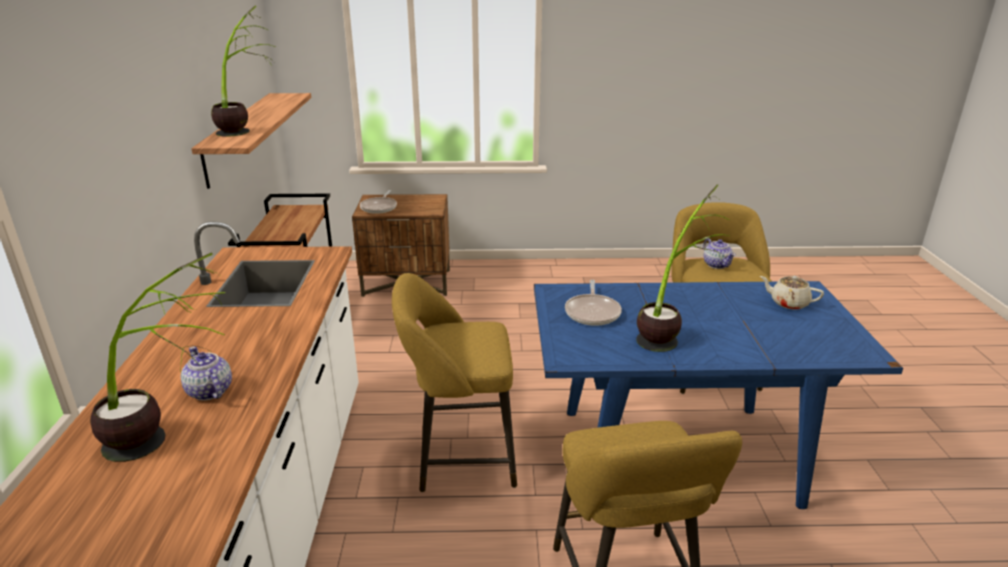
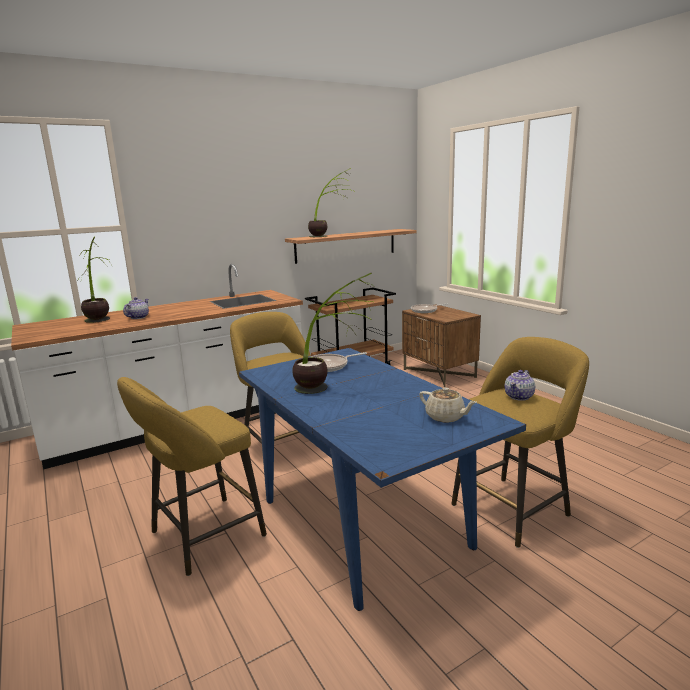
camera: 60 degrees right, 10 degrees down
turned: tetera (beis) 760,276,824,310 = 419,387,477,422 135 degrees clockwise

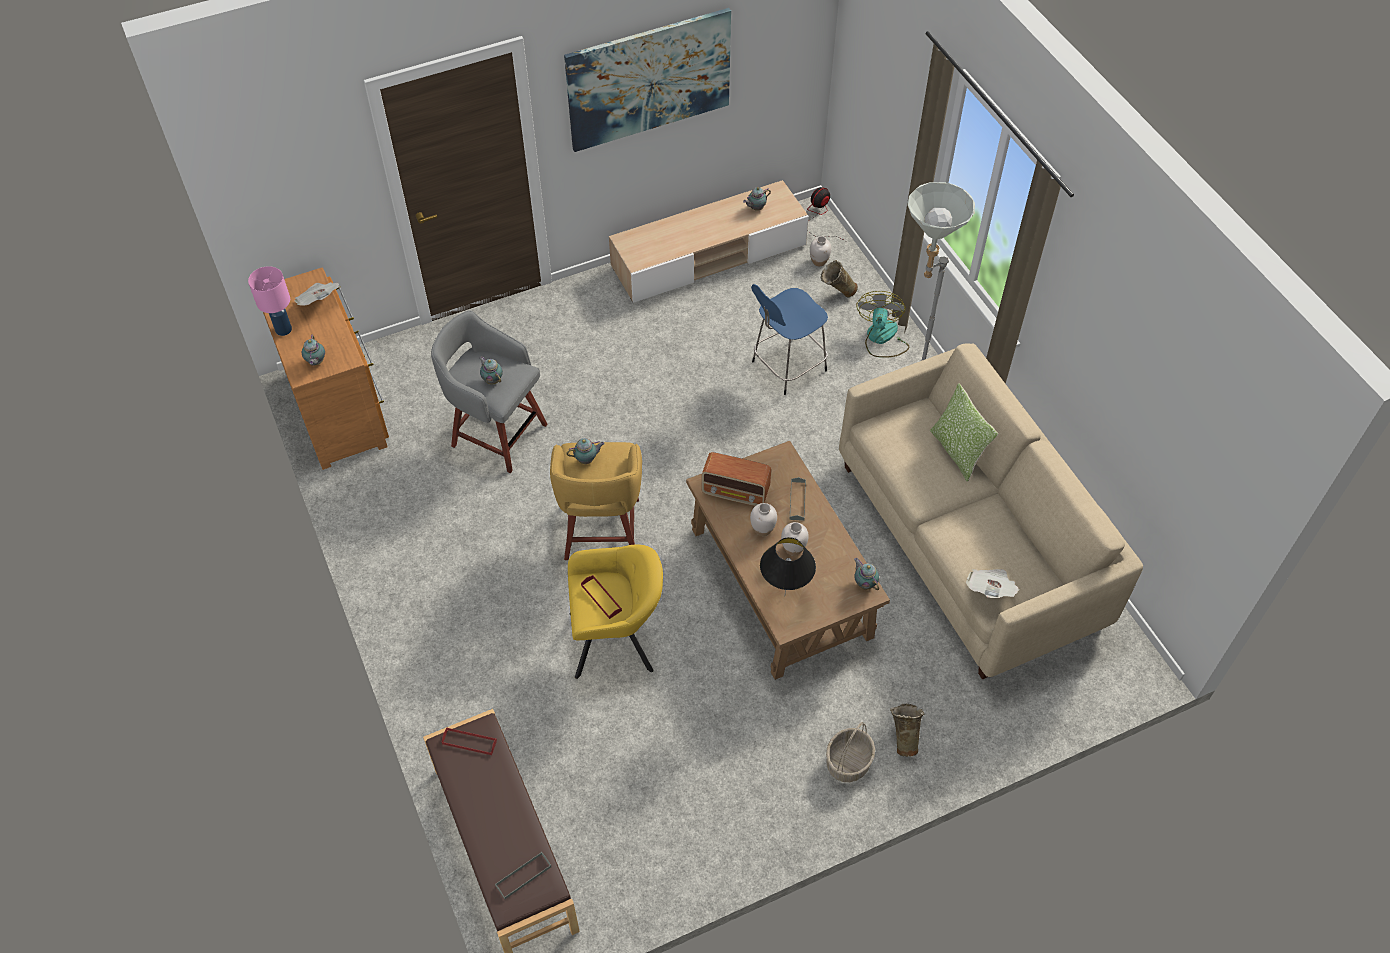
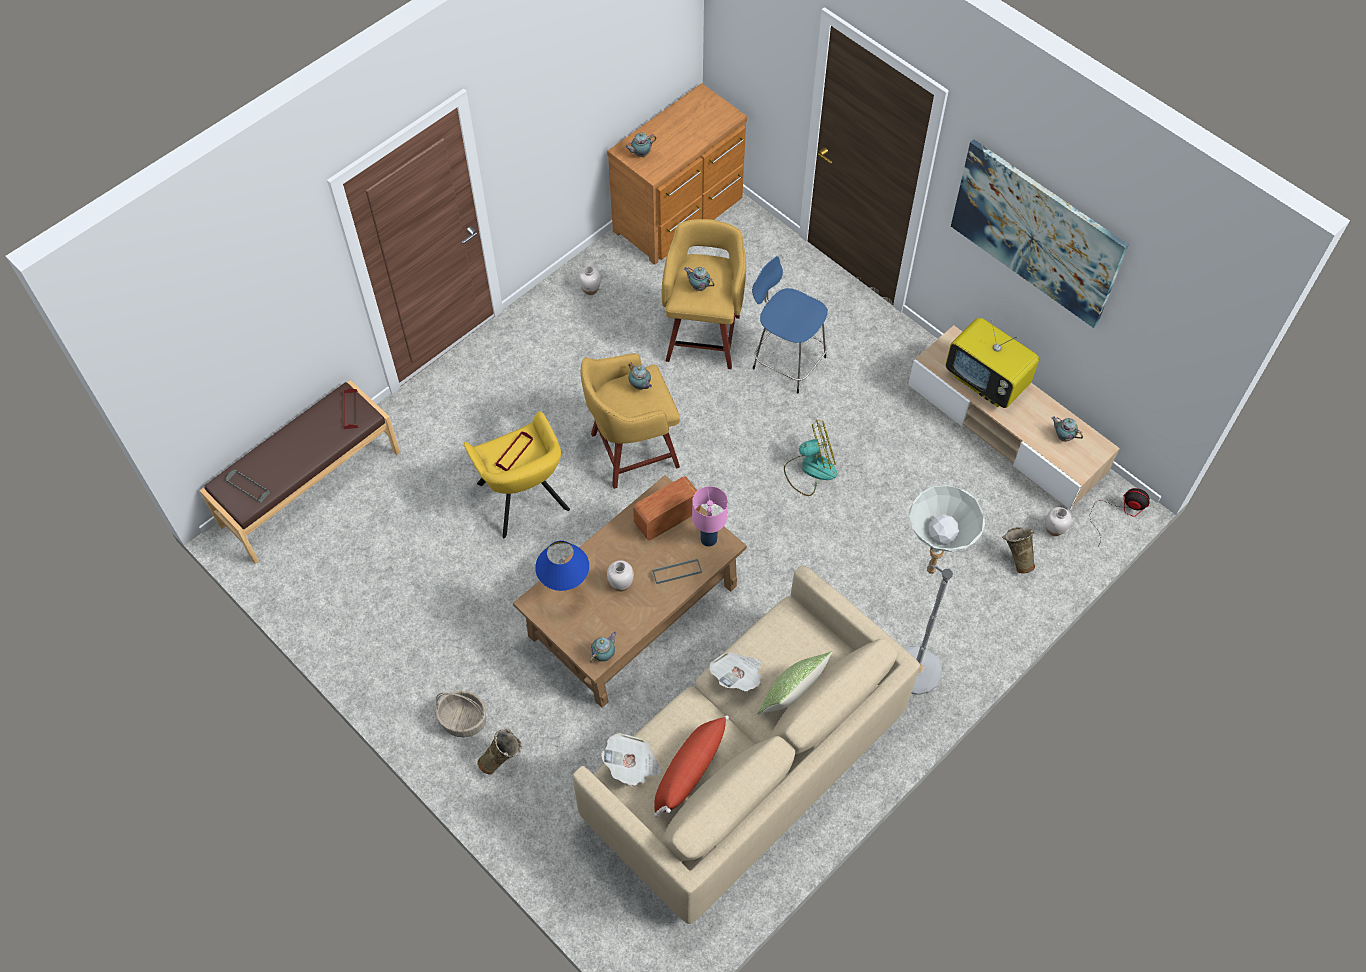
camera: 70 degrees right, 5 degrees up
added: cojín (rojo) 654,716,729,818; televisor 945,318,1039,408
moved: lámpara de mesa (rosa) 248,266,292,336 to 692,486,728,547; periódico 294,282,339,306 to 710,651,762,691; florero (blanco) 750,503,777,536 to 578,266,601,295; taburete (azul) 751,284,828,395 to 752,256,828,394; ventilador 856,291,909,358 to 784,419,837,496
recoloured: taburete (gris) 431,310,548,473 to taburete (amarillo) 662,219,746,369; lámpara de mesa (negro) 760,537,816,594 to lámpara de mesa (azul) 535,541,589,591
turned: tetera 479,356,503,384 = 684,267,715,291 90 degrees counterclockwise; radio 701,452,771,506 = 633,476,700,540 60 degrees clockwise

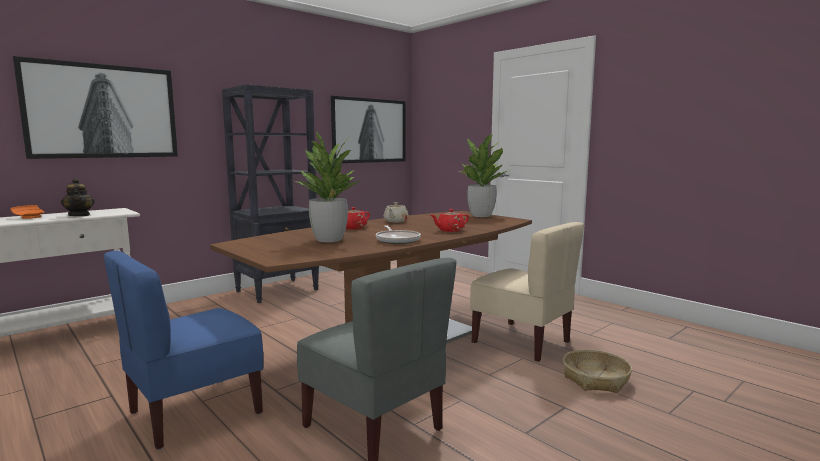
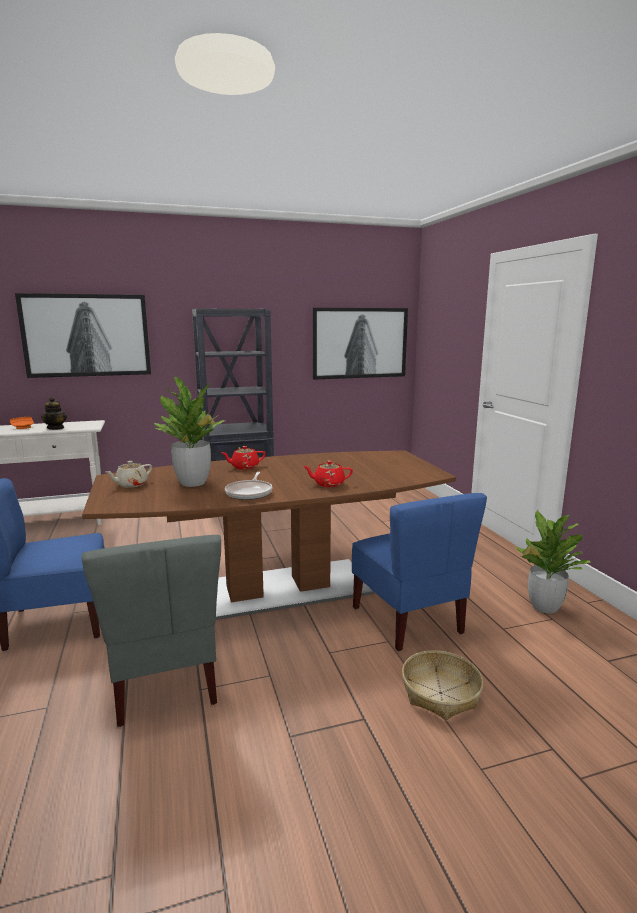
camera: 25 degrees right, 5 degrees up
moved: tetera (beis) 384,202,408,222 to 106,461,152,488; planta en maceta 459,135,510,217 to 515,510,591,614
recoloured: silla (beis) 470,222,584,362 to silla (azul) 352,493,487,651

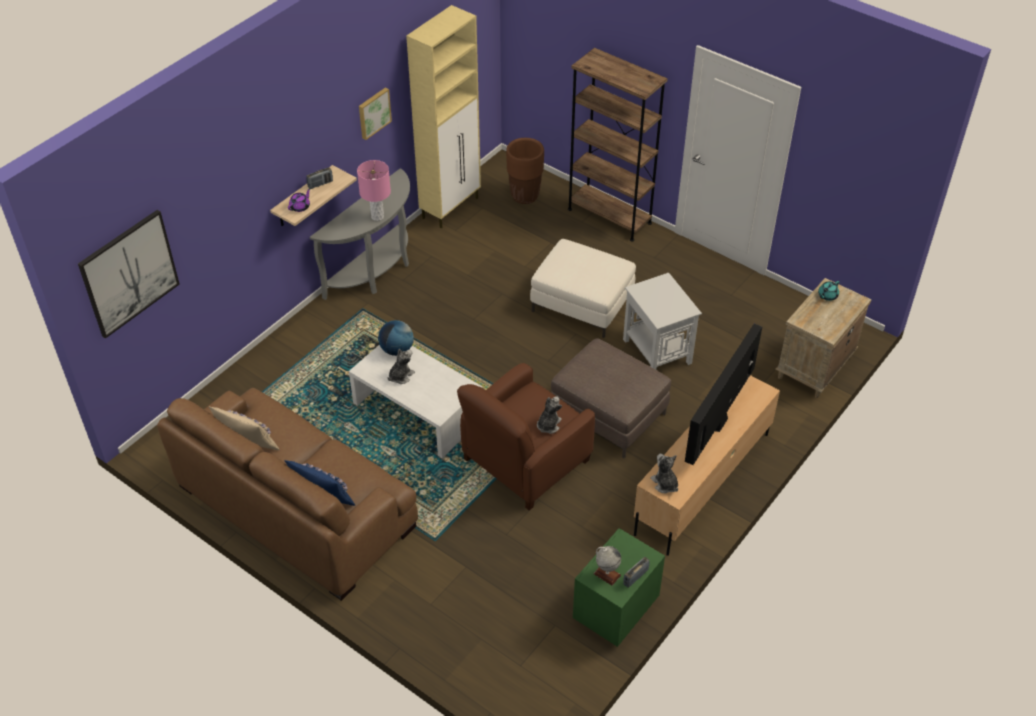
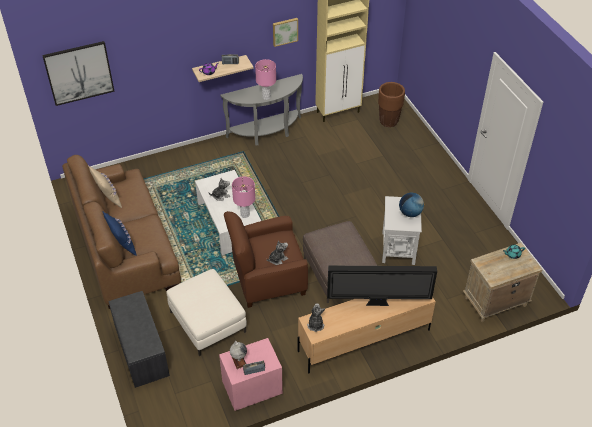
camera: 30 degrees right, 0 degrees up
removed: estantería (marrón) 568,48,668,242
added: banco (gris) 109,291,170,388; lámpara de mesa (rosa) 232,177,255,218
moved: globo terráqueo 378,320,414,356 to 399,193,425,217; puf (blanco) 530,239,636,338 to 166,269,247,356
recoloured: mesita de noche (verde) 573,528,665,647 to mesita de noche (rosa) 219,338,283,411
turned: televisor 685,324,762,465 = 327,266,437,306 150 degrees counterclockwise

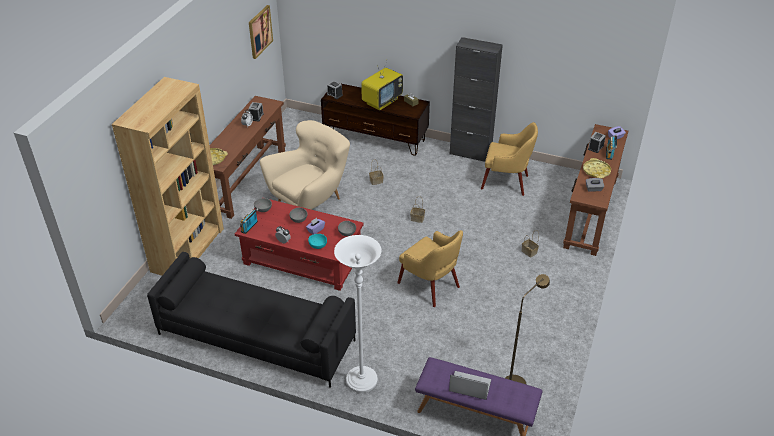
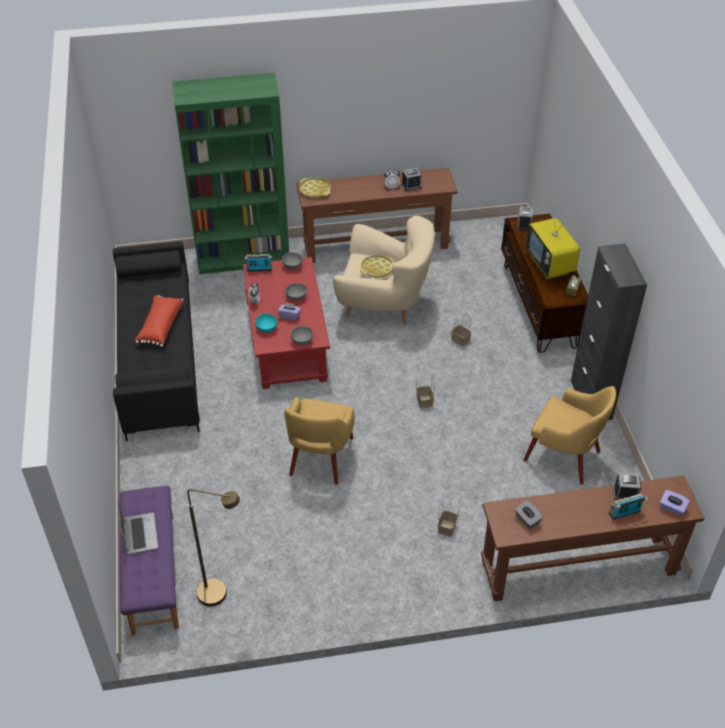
camera: 60 degrees right, 5 degrees up
removed: cuadro 249,5,273,59; lámpara de pie (blanco) 334,235,381,393
added: cojín (rojo) 134,295,184,347
moved: bandeja (amarillo) 583,158,611,178 to 360,255,394,278
recoloured: estantería (marrón) 112,77,224,275 to estantería (verde) 173,73,289,274
turned: televisor 361,59,403,110 = 526,216,580,279 60 degrees clockwise; sillón (amarillo) 481,122,538,196 = 524,386,616,485 45 degrees counterclockwise

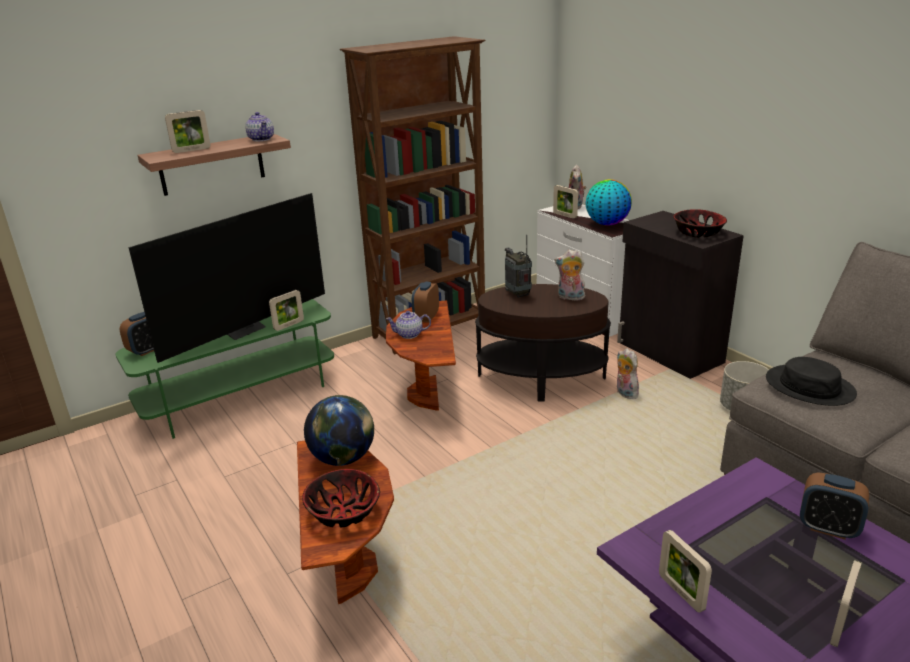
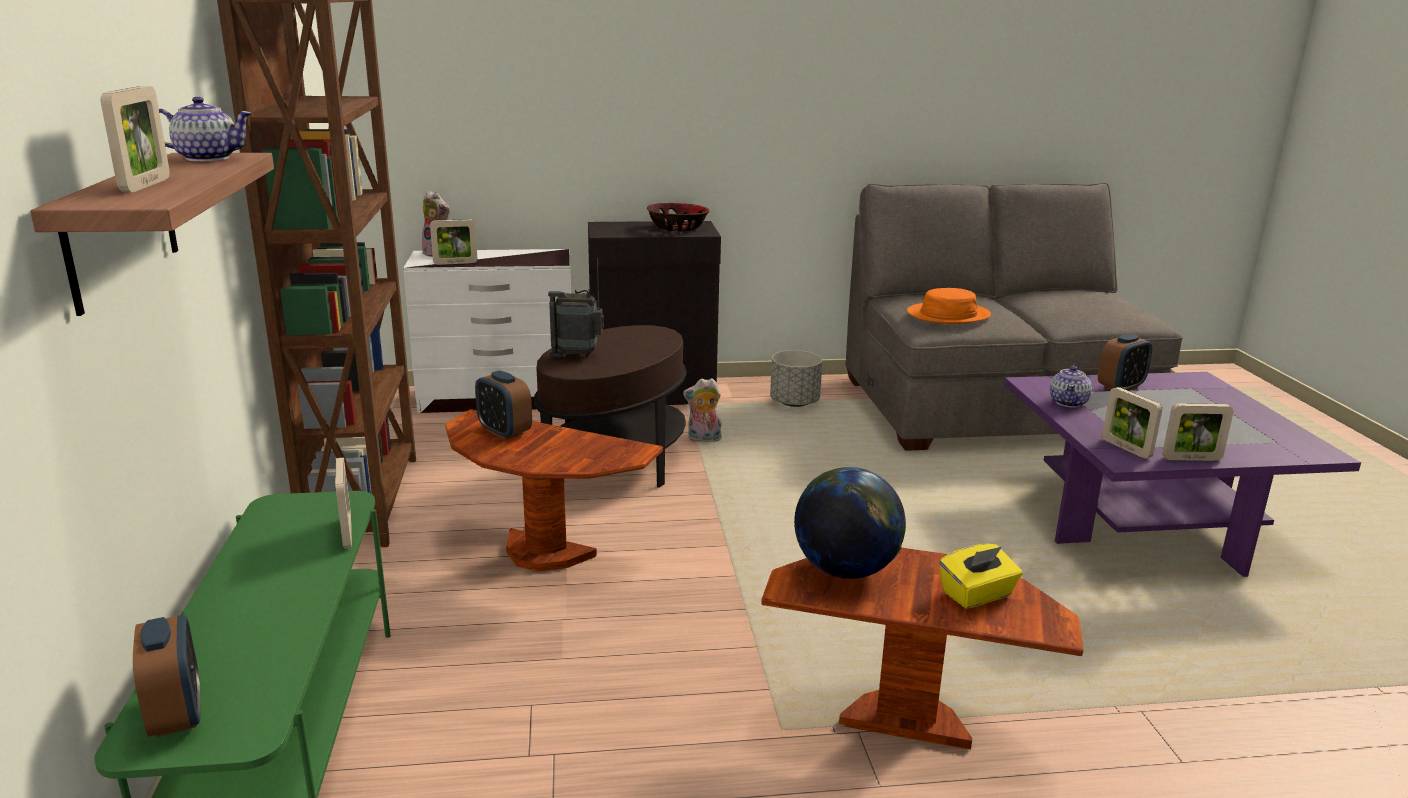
camera: 65 degrees left, 5 degrees down
removed: televisor 128,193,325,363; peluche 555,250,585,301; globo terráqueo 586,179,632,226
moved: tetera 386,311,431,339 to 1050,366,1092,408; portarretratos 830,560,862,647 to 1102,387,1162,459
replaced: cuenco 302,469,380,528 to caja de pañuelos (amarillo) 939,544,1023,609
recoloured: sombrero (negro) 766,357,857,406 to sombrero (naranja) 907,288,991,324

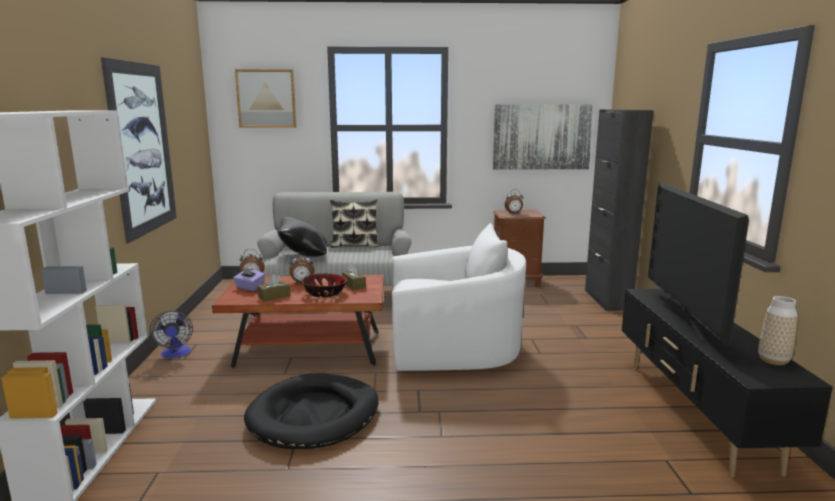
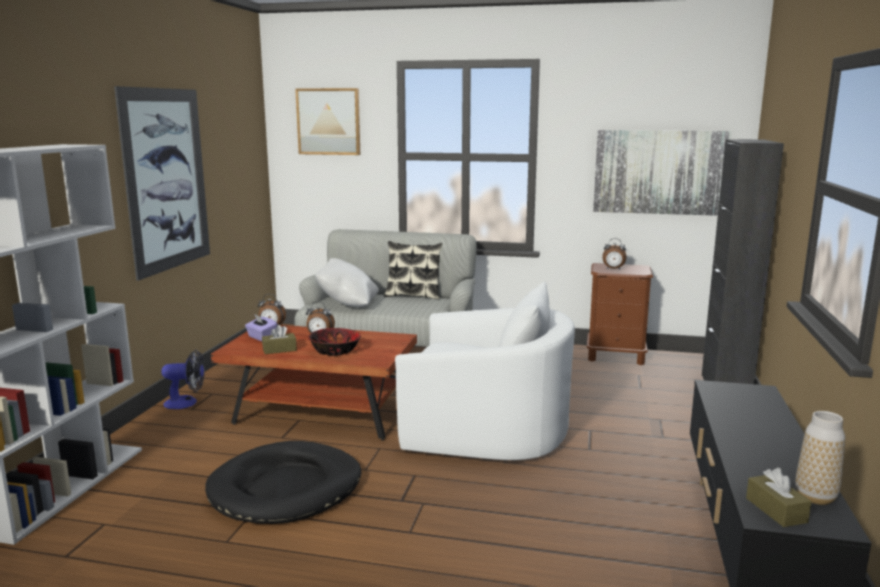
camera: 15 degrees right, 0 degrees up
removed: televisor 648,182,749,347
moved: caja de pañuelos (marrón) 342,264,366,290 to 746,468,811,527
recoloured: cojín (negro) 278,217,327,257 to cojín (blanco) 315,258,379,307
turned: ventilador 150,311,193,359 = 161,350,205,409 90 degrees counterclockwise

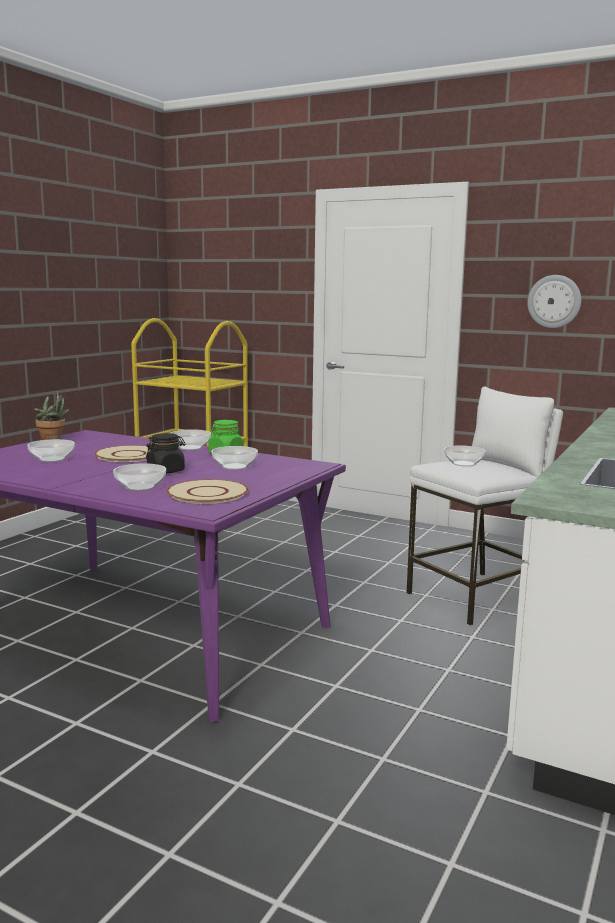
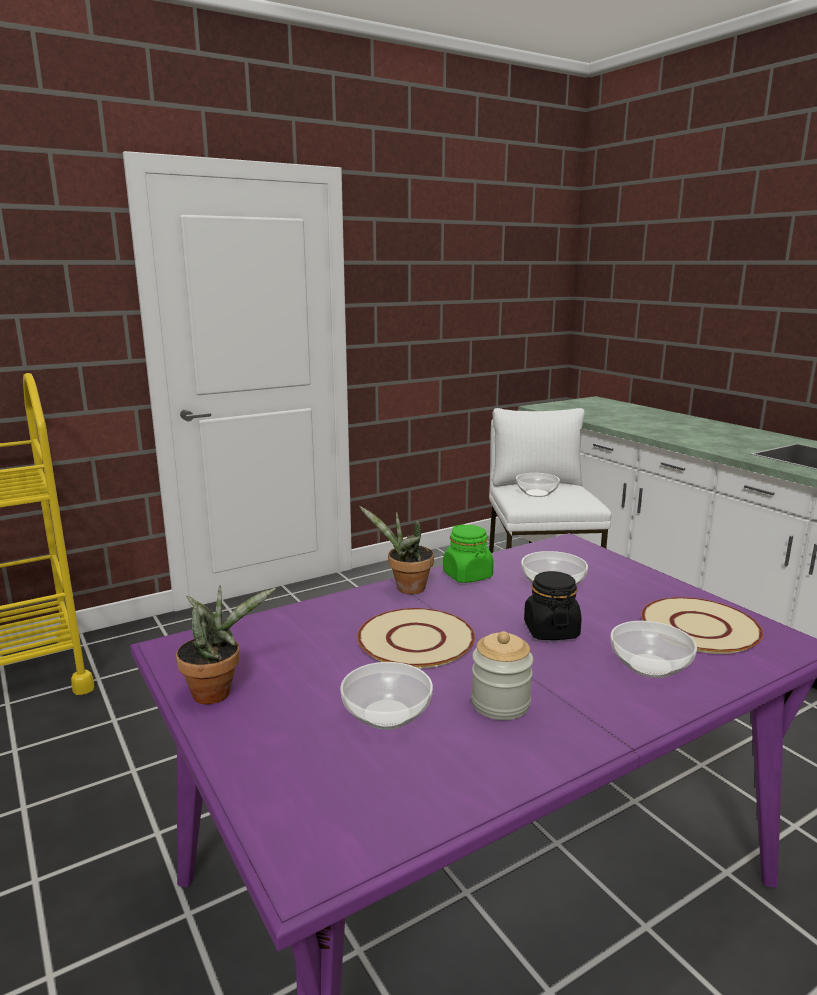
camera: 60 degrees left, 5 degrees up
removed: reloj de pared 527,275,581,328
added: tarro 471,631,533,720
replaced: cuenco 171,429,211,450 to planta en maceta 359,506,434,594

